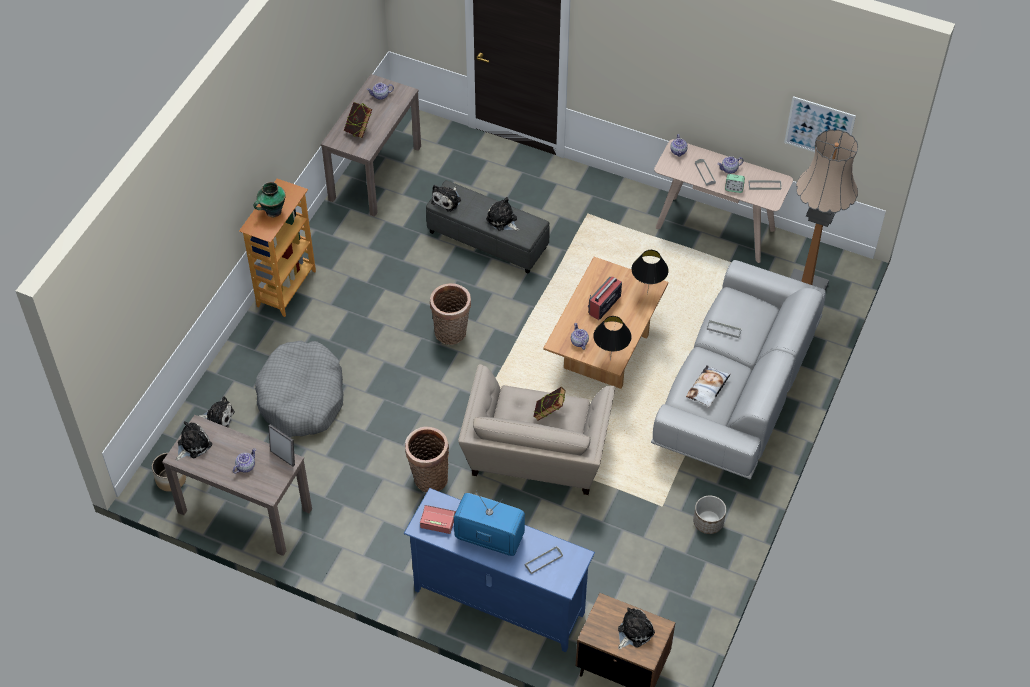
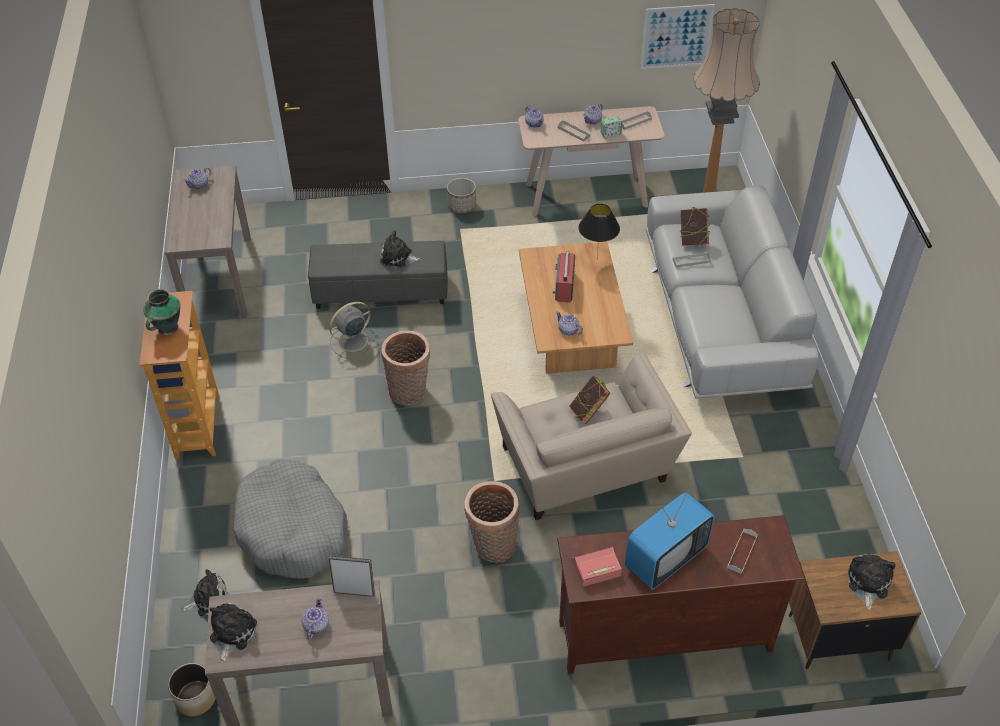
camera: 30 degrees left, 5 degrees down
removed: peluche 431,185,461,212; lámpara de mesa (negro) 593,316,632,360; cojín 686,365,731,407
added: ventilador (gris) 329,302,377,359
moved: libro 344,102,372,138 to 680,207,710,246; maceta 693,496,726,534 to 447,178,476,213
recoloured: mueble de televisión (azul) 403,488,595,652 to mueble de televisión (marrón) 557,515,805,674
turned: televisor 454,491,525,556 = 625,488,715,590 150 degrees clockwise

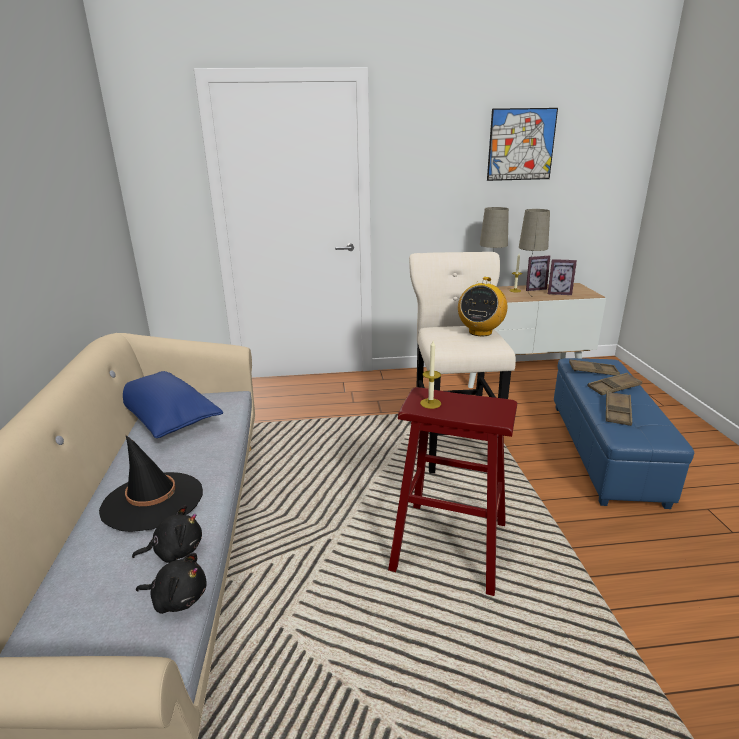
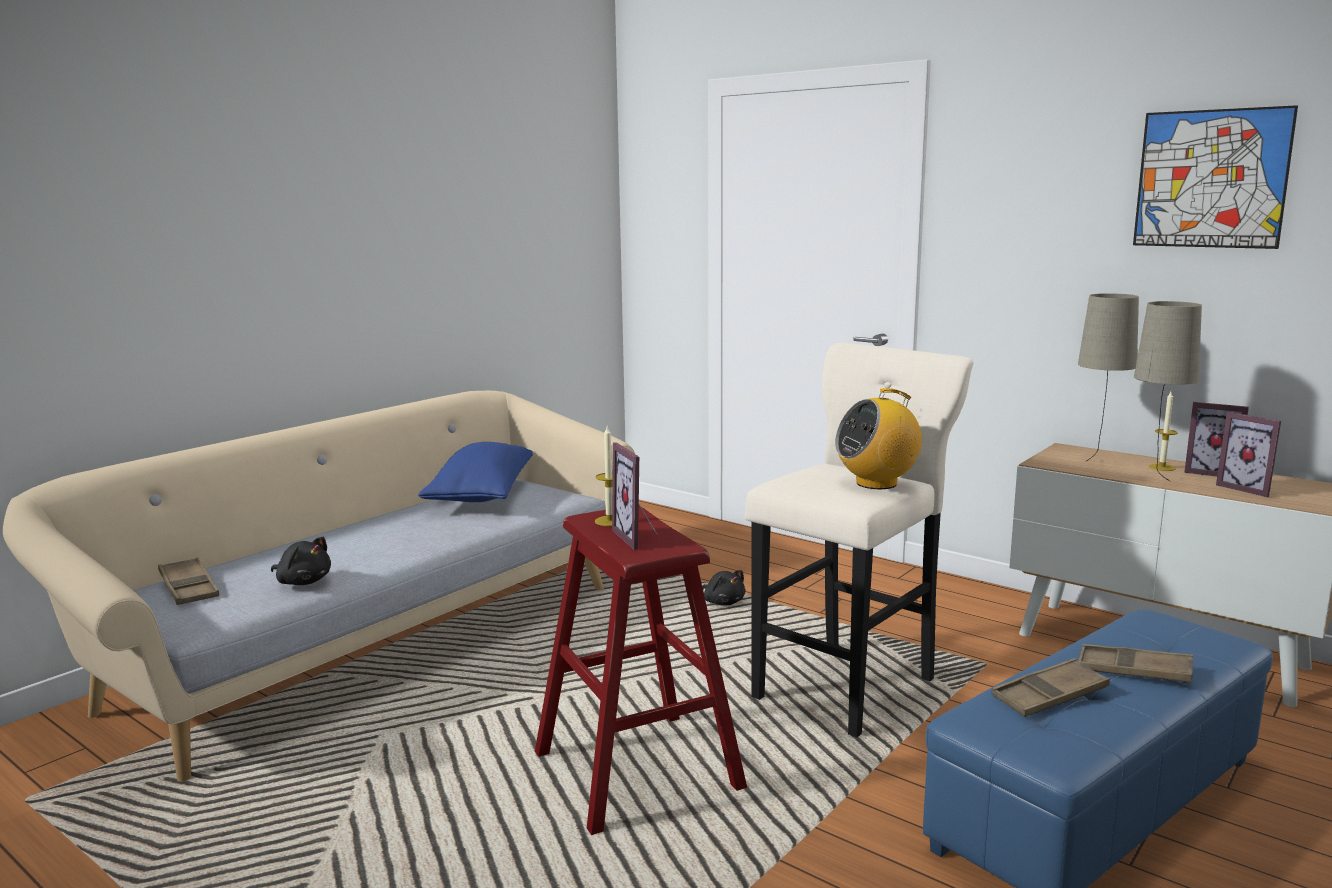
camera: 45 degrees right, 10 degrees down
removed: sombrero (negro) 99,435,203,532
added: portarretratos 612,442,658,550
moved: peluche (negro) 136,553,207,614 to 702,570,746,606; bandeja (marrón) 569,359,620,376 to 158,557,219,605

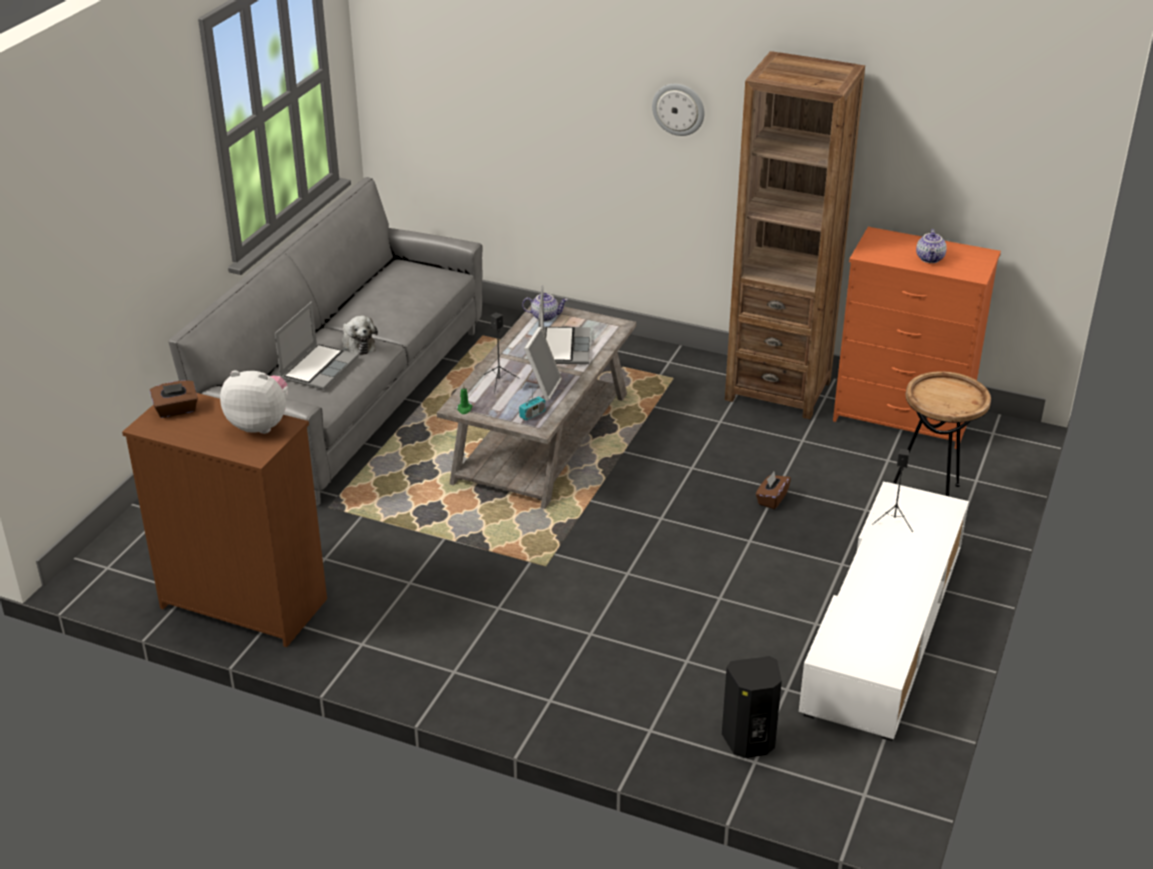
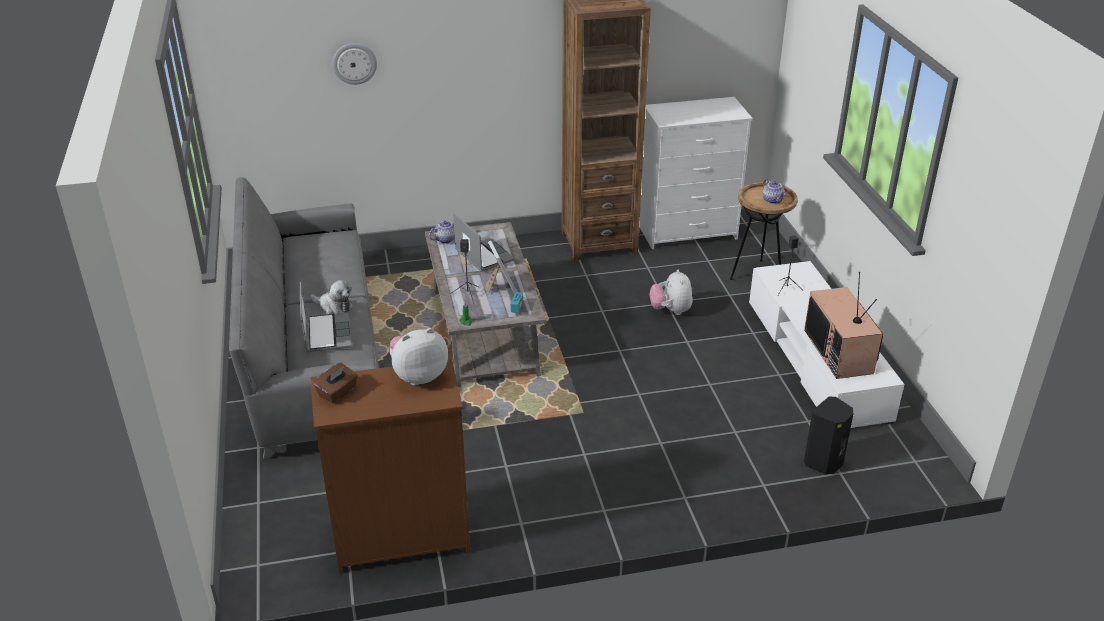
camera: 35 degrees left, 0 degrees up
added: televisor 804,272,883,379
moved: reloj de pared 652,84,704,136 to 332,43,377,85; tetera 916,229,947,263 to 762,179,785,204
replaced: caja de pañuelos (marrón) 756,472,791,509 to peluche 650,270,693,315
recoloured: cómoda (naranja) 833,227,1001,449 to cómoda (blanco) 639,97,753,249

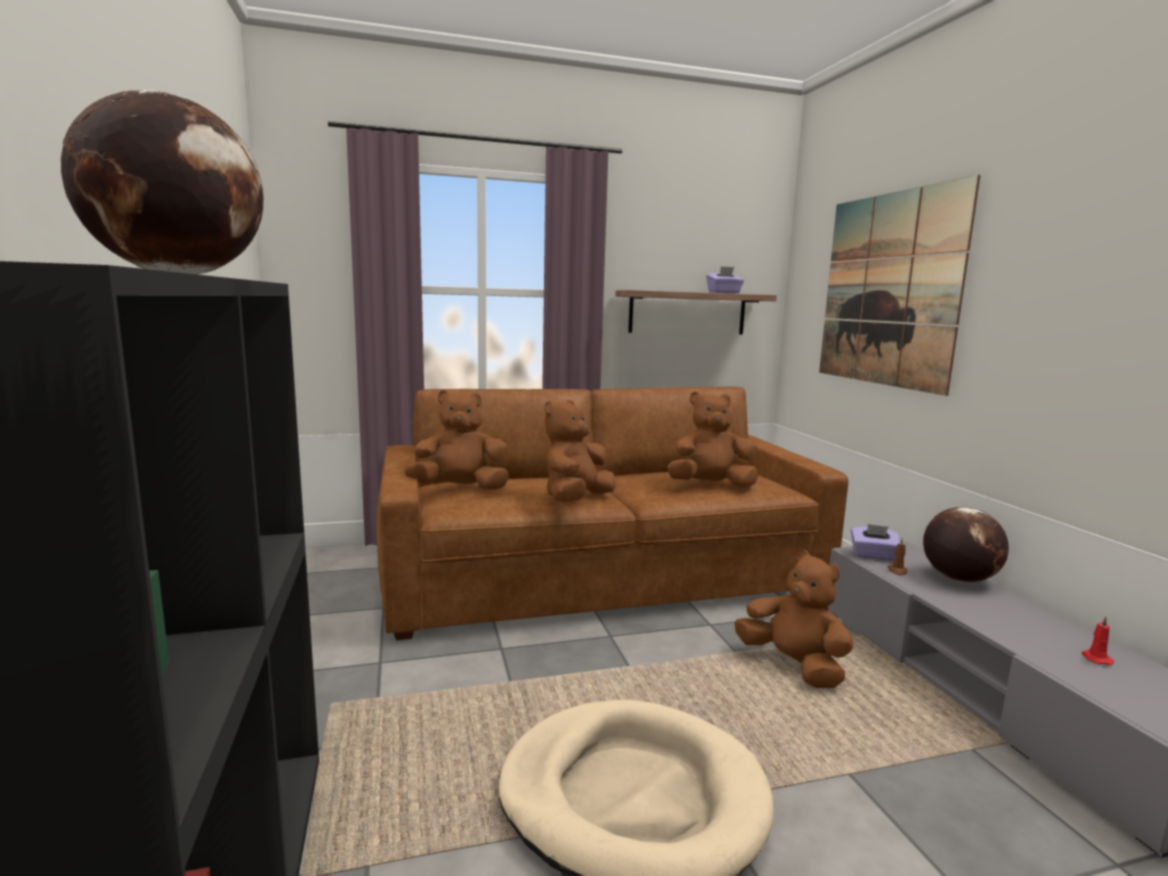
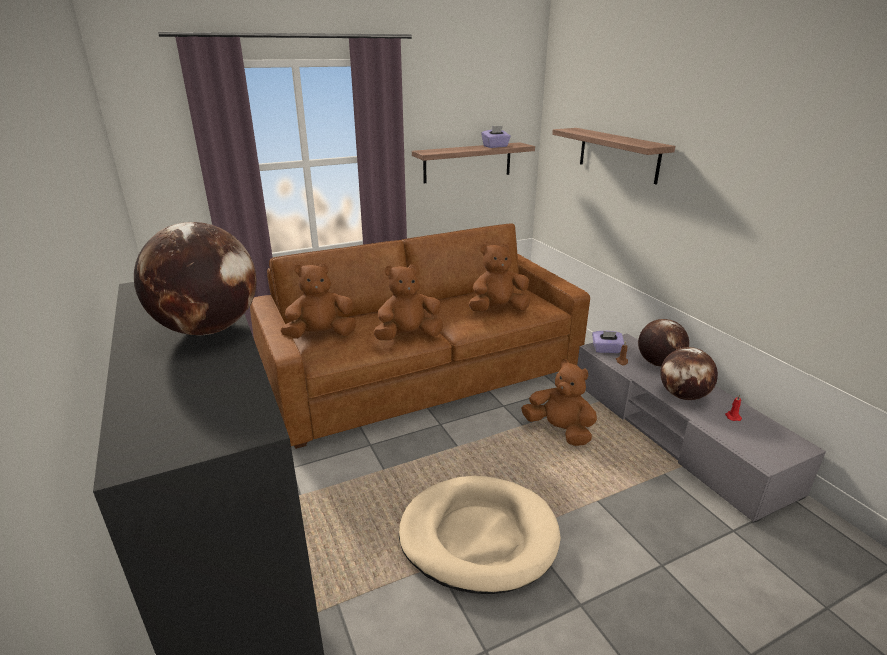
camera: 10 degrees left, 15 degrees up
added: globo terráqueo 660,347,718,400
replaced: cuadro 819,175,980,396 to estante 552,128,675,184
turned: peluche (marrón) 544,400,616,502 = 373,264,443,340 45 degrees clockwise

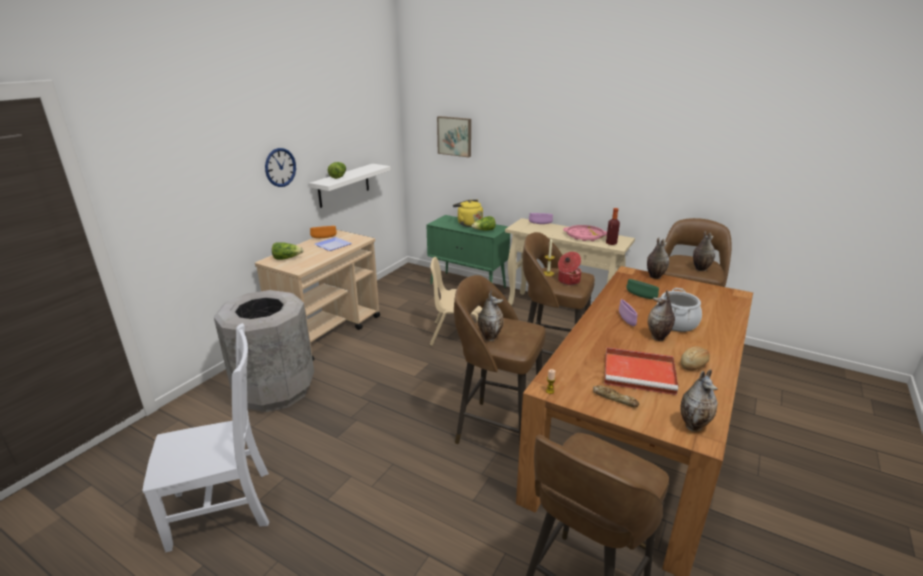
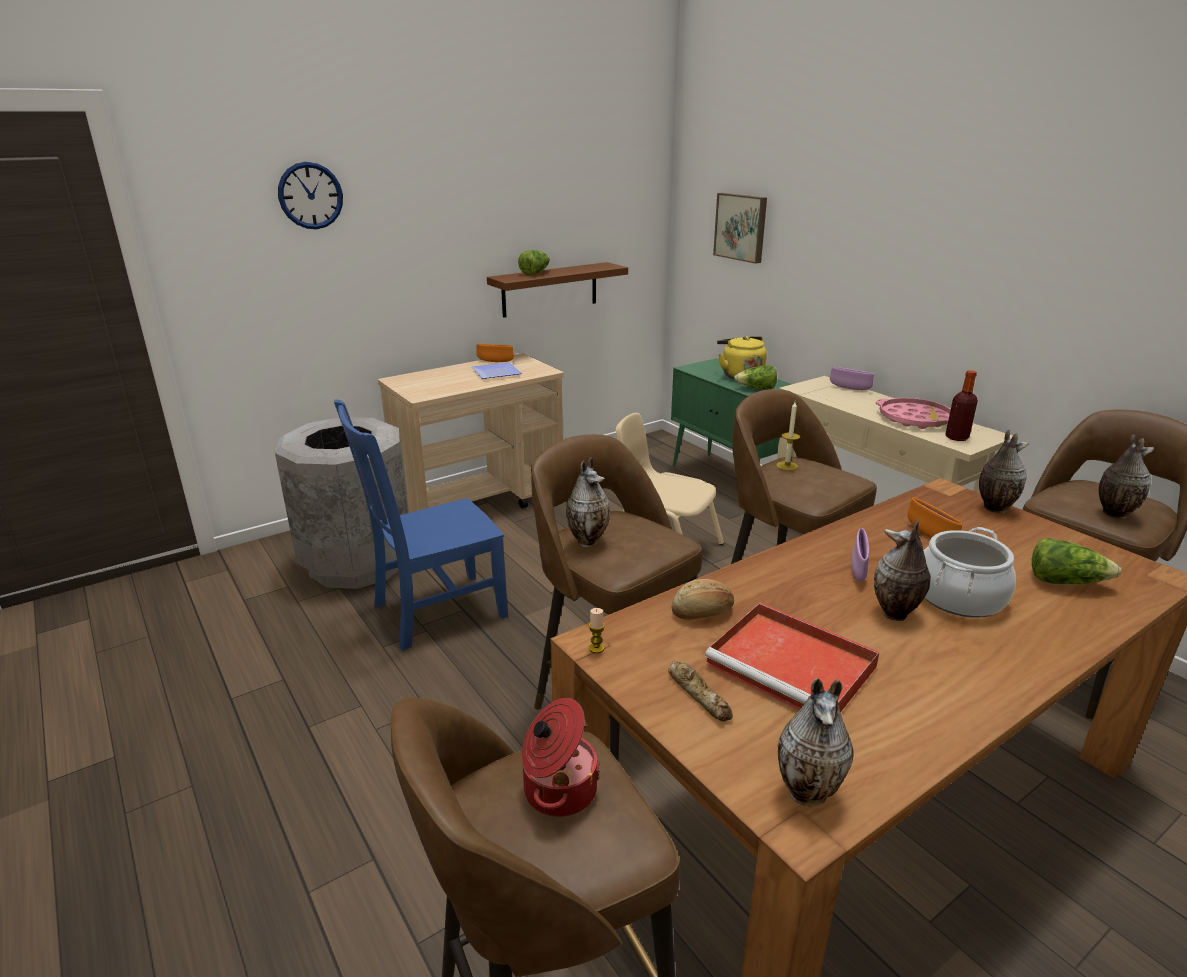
camera: 25 degrees right, 0 degrees up
removed: silla (blanco) 142,323,269,552
added: silla (azul) 334,399,508,651
moved: reloj de pared 265,148,296,187 to 278,162,343,229; lechuga 272,242,304,260 to 1032,538,1121,584; olla 558,252,581,285 to 522,698,601,817; pan 681,346,710,371 to 672,579,734,620
recoloured: estante (blanco) 309,164,391,208 to estante (marrón) 487,262,628,318; cuenco (verde) 626,279,659,299 to cuenco (naranja) 907,498,962,538

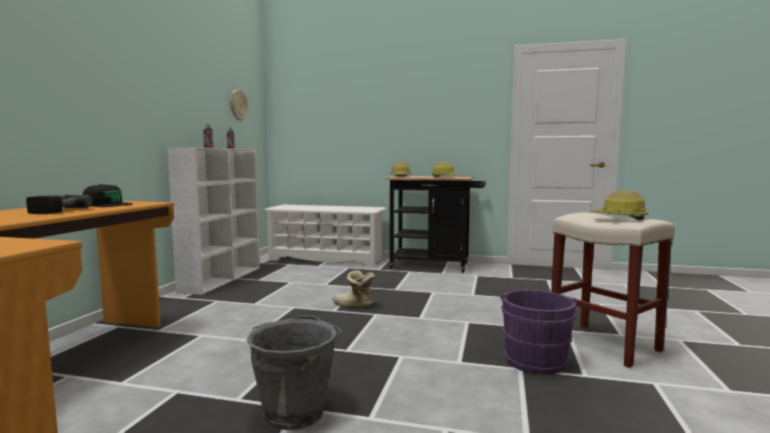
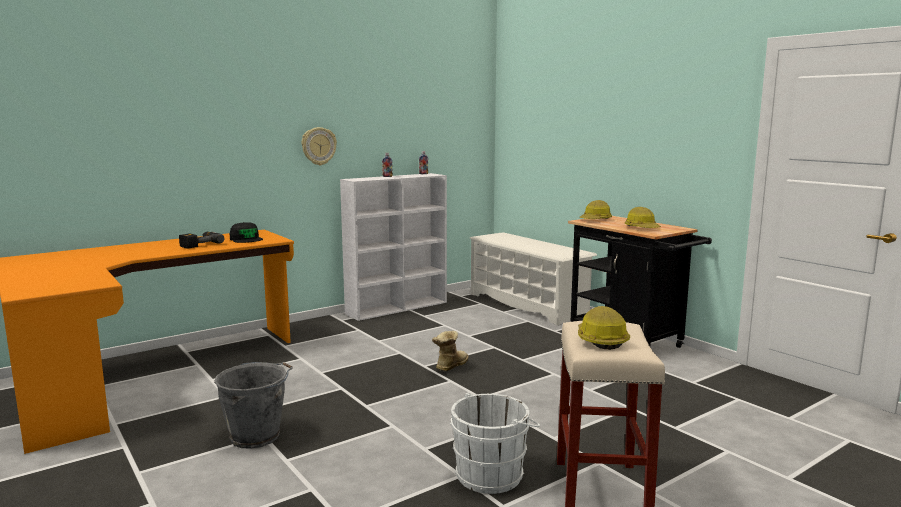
camera: 40 degrees right, 5 degrees up
moved: reloj de pared 230,90,248,121 to 302,127,337,166
recoloured: cubo (morado) 500,290,577,375 to cubo (blanco) 450,393,540,494
turned: bota 332,270,376,306 = 432,331,469,371 60 degrees clockwise

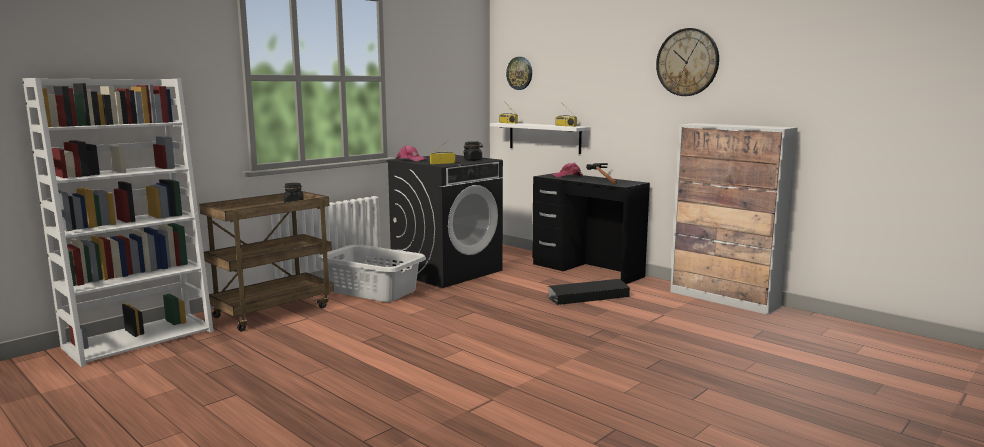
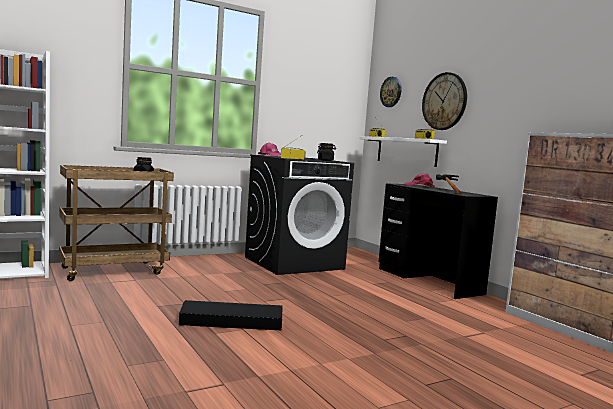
camera: 15 degrees right, 5 degrees down
removed: cesto de la ropa (gris) 317,245,426,302
moved: caja de almacenaje (negro) 548,279,630,305 to 179,300,283,330; reloj de pared 656,28,719,96 to 422,72,467,130

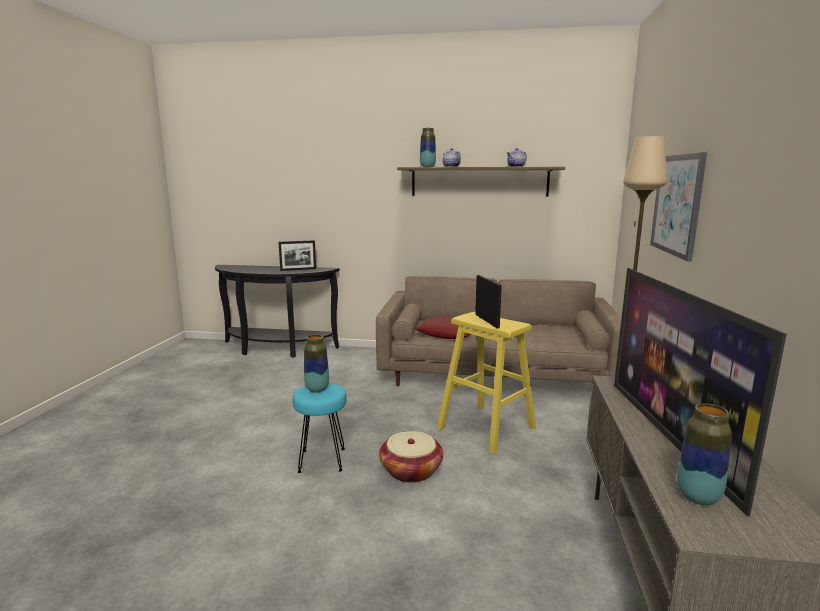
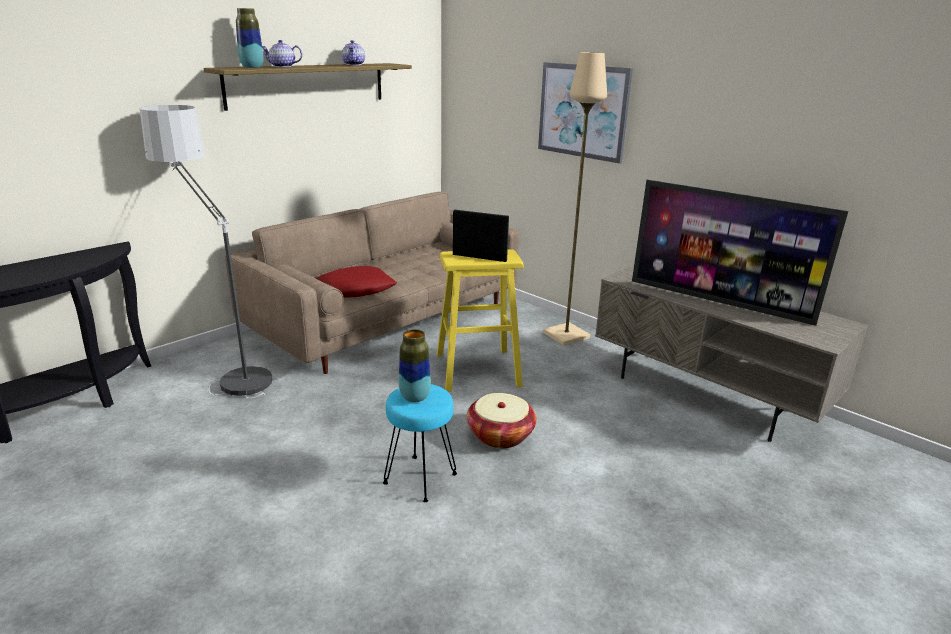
camera: 55 degrees left, 10 degrees up
removed: portarretratos 279,240,316,271; florero 677,403,732,505
added: lámpara de pie 140,105,272,399

